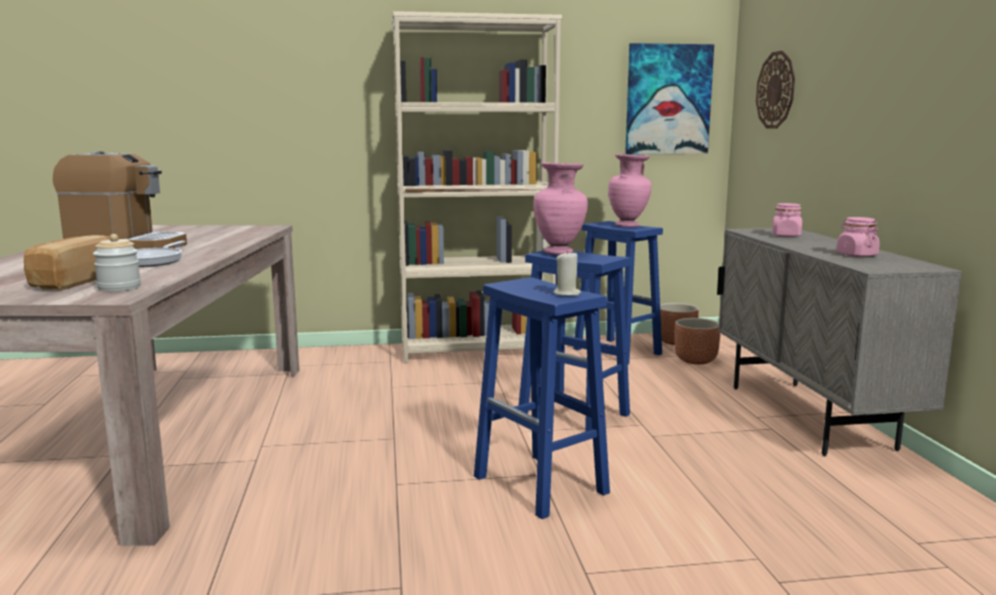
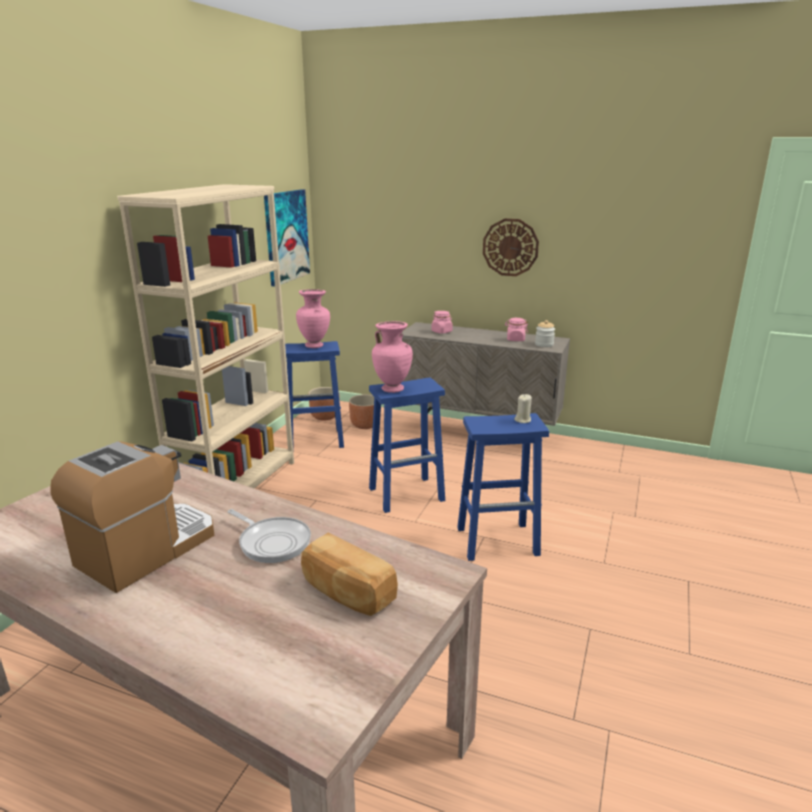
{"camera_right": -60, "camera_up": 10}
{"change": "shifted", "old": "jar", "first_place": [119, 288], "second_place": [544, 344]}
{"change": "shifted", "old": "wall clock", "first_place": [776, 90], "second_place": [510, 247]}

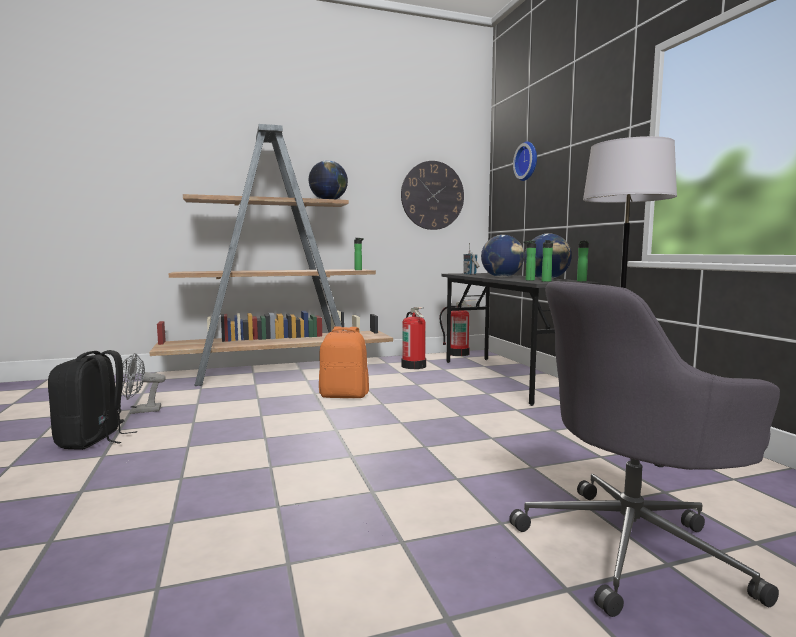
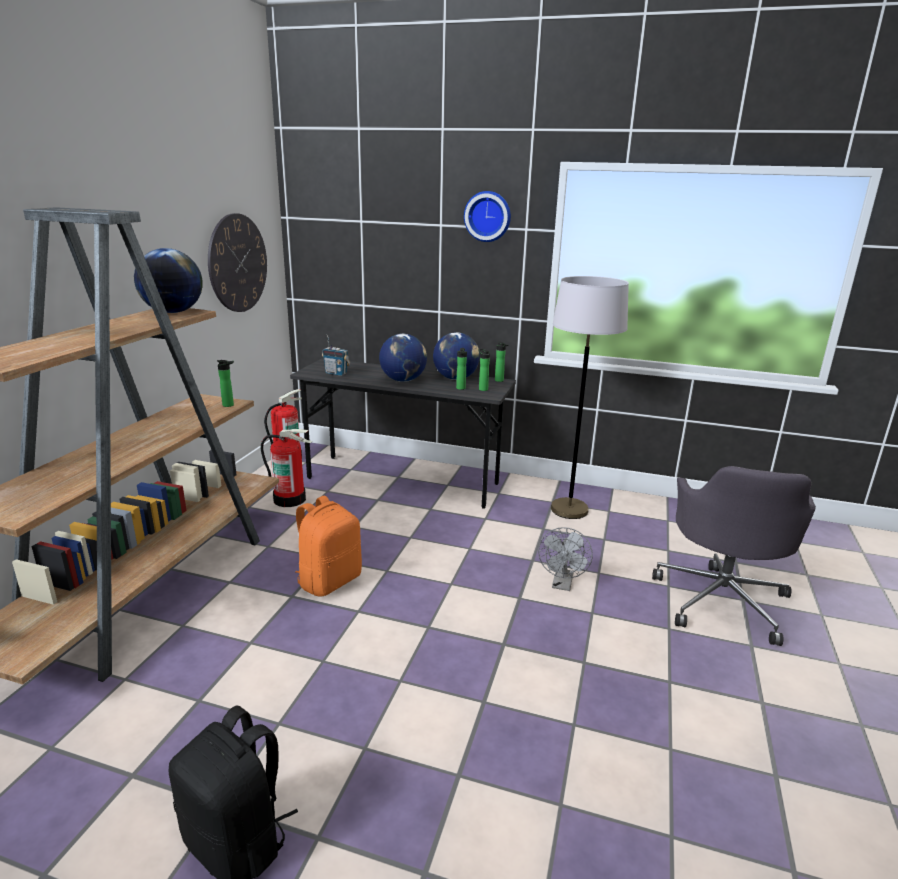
{"camera_right": -55, "camera_up": 15}
{"change": "shifted", "old": "grey fan", "first_place": [140, 411], "second_place": [562, 584]}
{"change": "shifted", "old": "wall clock", "first_place": [528, 161], "second_place": [488, 216]}

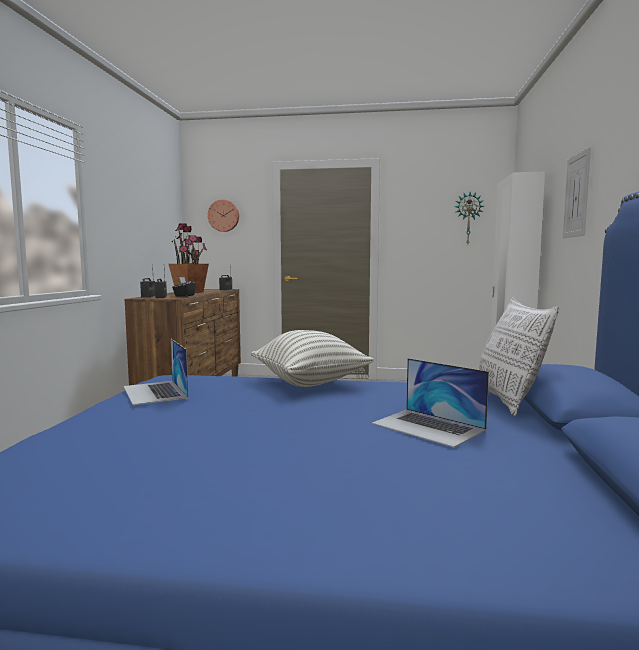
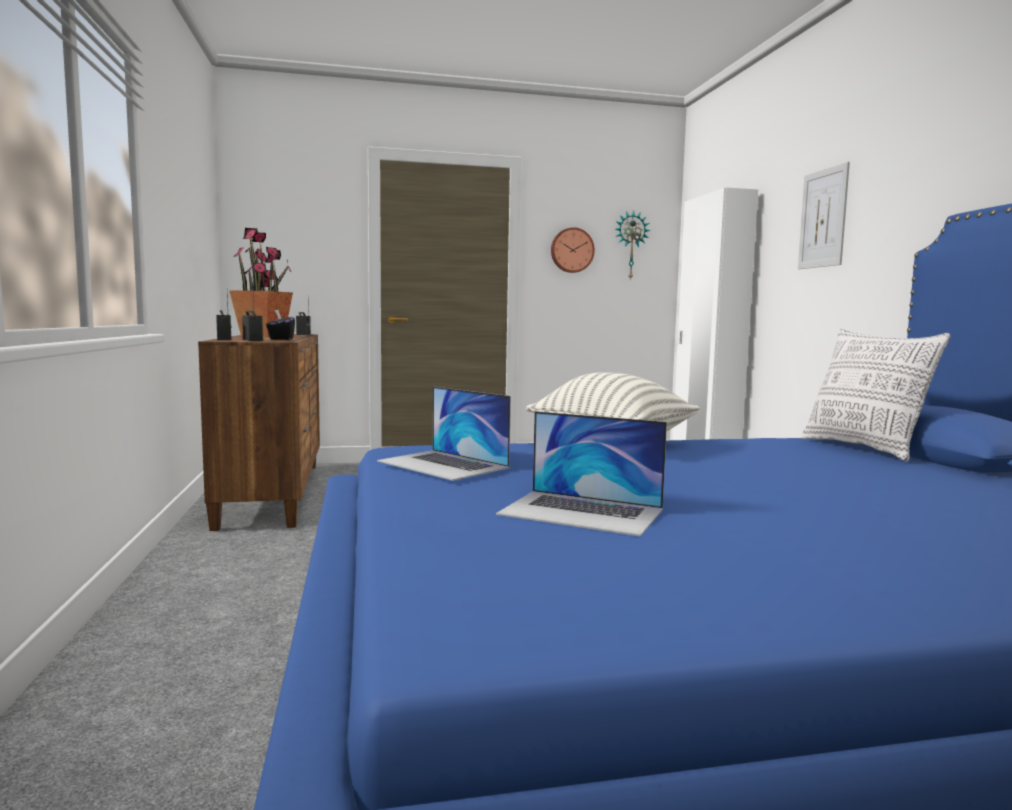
{"camera_right": -20, "camera_up": 0}
{"change": "shifted", "old": "wall clock", "first_place": [224, 215], "second_place": [572, 250]}
{"change": "shifted", "old": "laptop", "first_place": [428, 426], "second_place": [581, 512]}

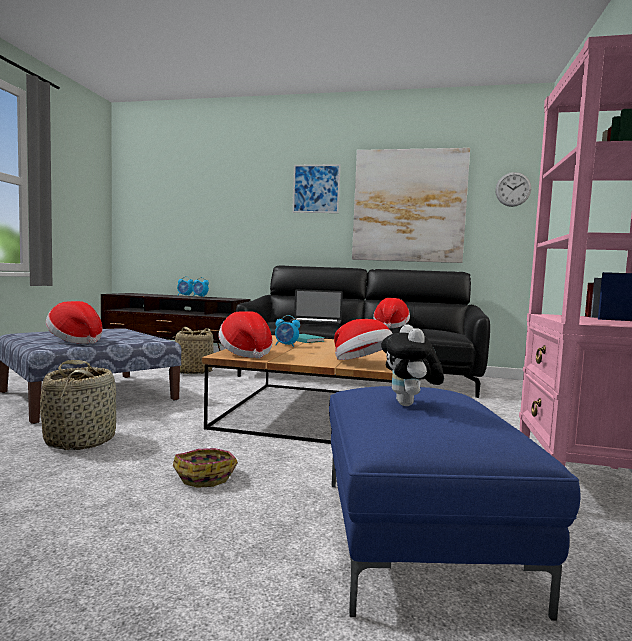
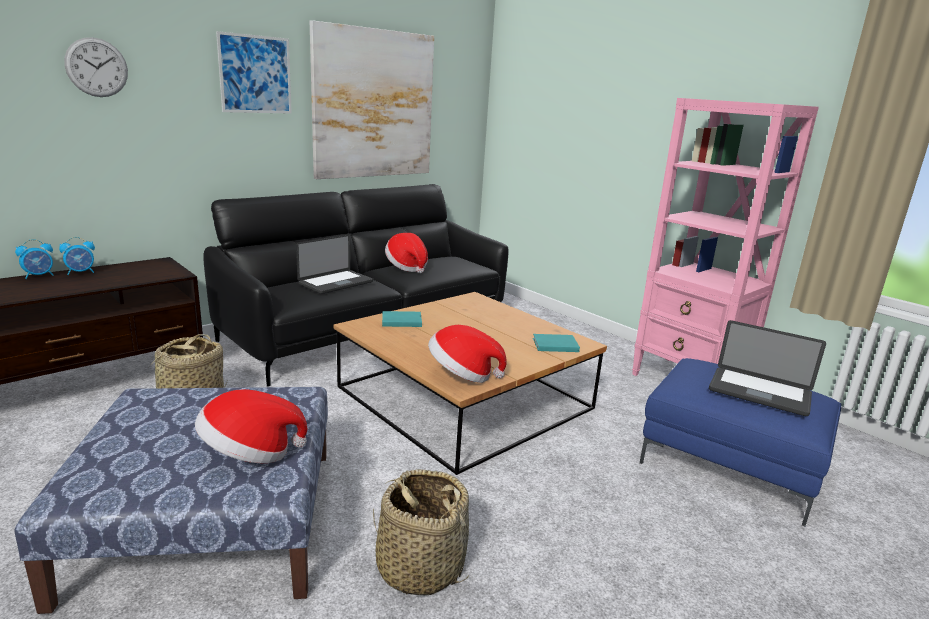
{"camera_right": -55, "camera_up": 15}
{"change": "gone", "old": "basket", "first_place": [205, 476]}
{"change": "gone", "old": "alarm clock", "first_place": [286, 345]}
{"change": "shifted", "old": "wall clock", "first_place": [513, 189], "second_place": [97, 67]}
{"change": "swapped", "old": "hat", "new": "turquoise book", "first_place": [362, 363], "second_place": [554, 345]}
{"change": "swapped", "old": "plush toy", "new": "laptop", "first_place": [409, 405], "second_place": [759, 392]}

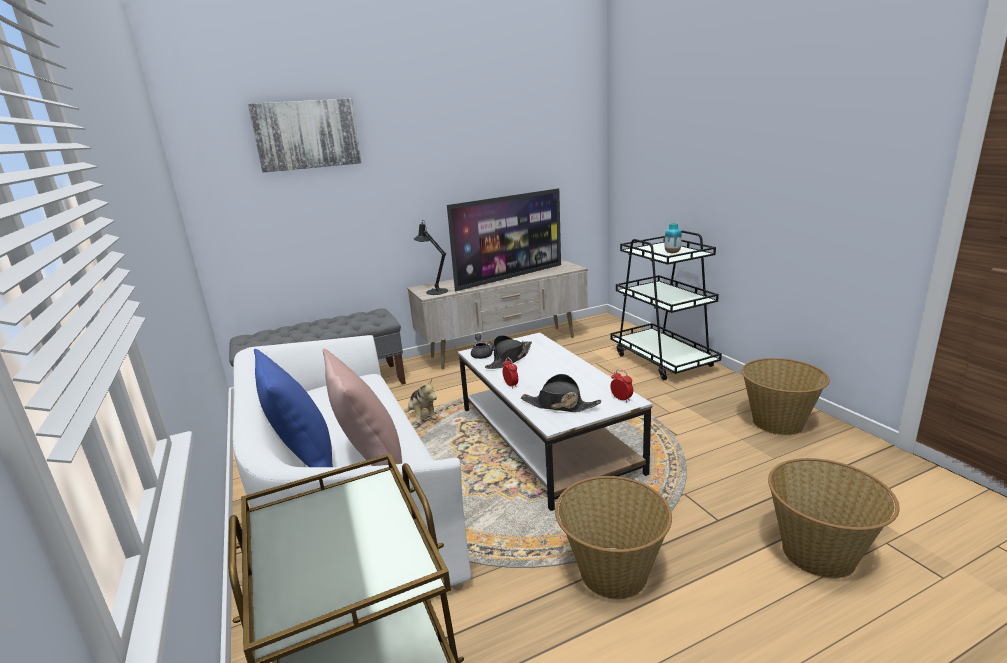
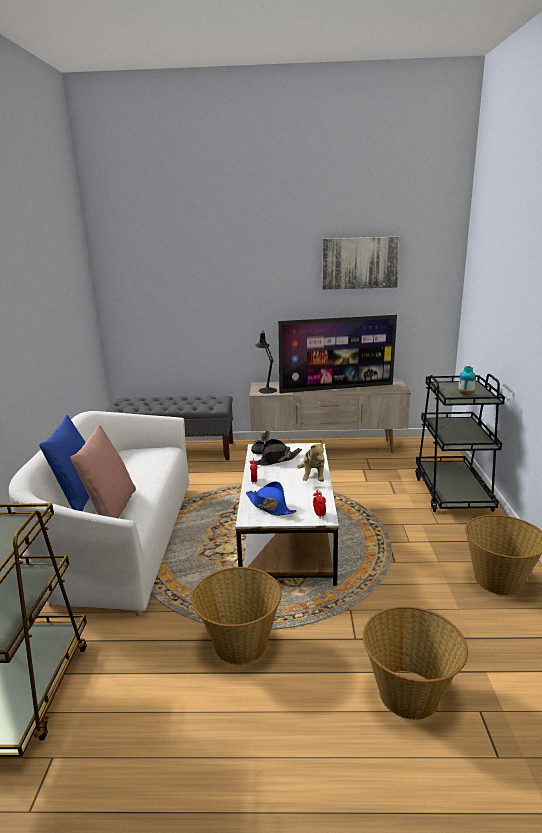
{"camera_right": 25, "camera_up": 0}
{"change": "shifted", "old": "picture", "first_place": [307, 135], "second_place": [360, 263]}
{"change": "shifted", "old": "plush toy", "first_place": [422, 418], "second_place": [313, 477]}
{"change": "repainted", "old": "black hat", "new": "blue hat", "first_place": [559, 405], "second_place": [269, 506]}

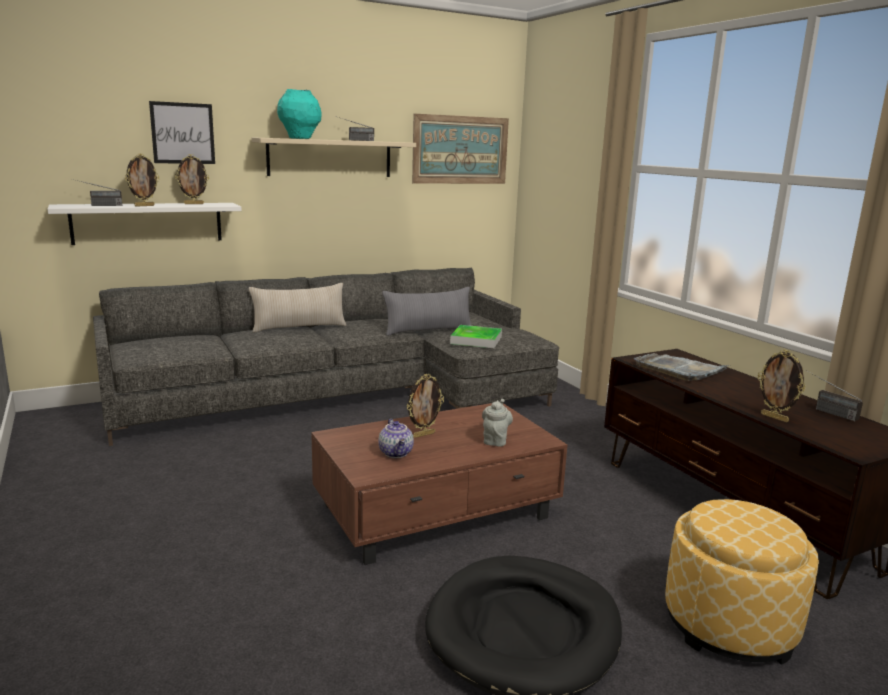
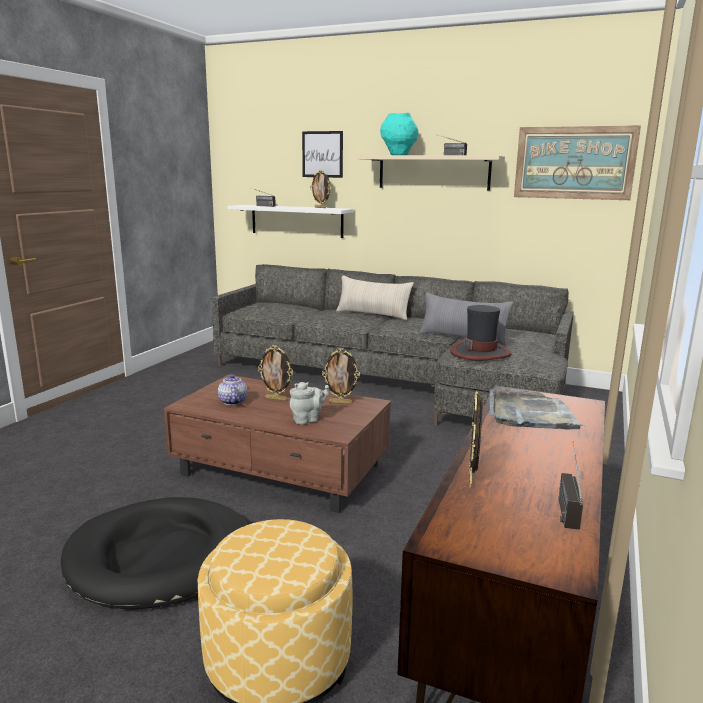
{"camera_right": 50, "camera_up": 0}
{"change": "shifted", "old": "picture frame", "first_place": [144, 206], "second_place": [340, 402]}
{"change": "swapped", "old": "tray", "new": "hat", "first_place": [476, 340], "second_place": [480, 352]}
{"change": "rotated", "old": "teapot", "first_place": [396, 453], "second_place": [232, 401], "degrees": 135}

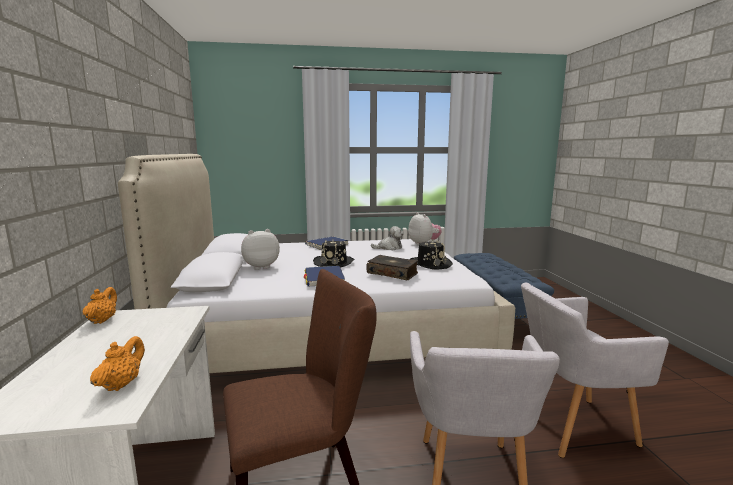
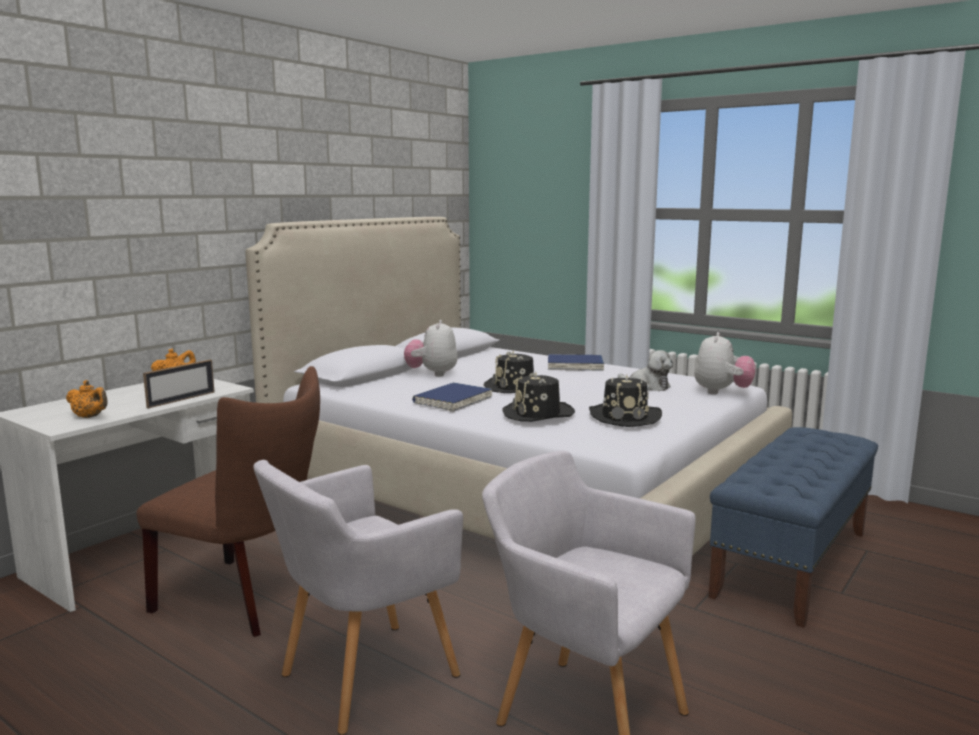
{"camera_right": 45, "camera_up": 0}
{"change": "new", "new": "picture frame", "second_place": [181, 399]}
{"change": "swapped", "old": "book", "new": "black hat", "first_place": [392, 273], "second_place": [538, 414]}
{"change": "rotated", "old": "orange teapot", "first_place": [121, 384], "second_place": [90, 417], "degrees": 60}
{"change": "rotated", "old": "plush toy", "first_place": [260, 267], "second_place": [432, 374], "degrees": -105}

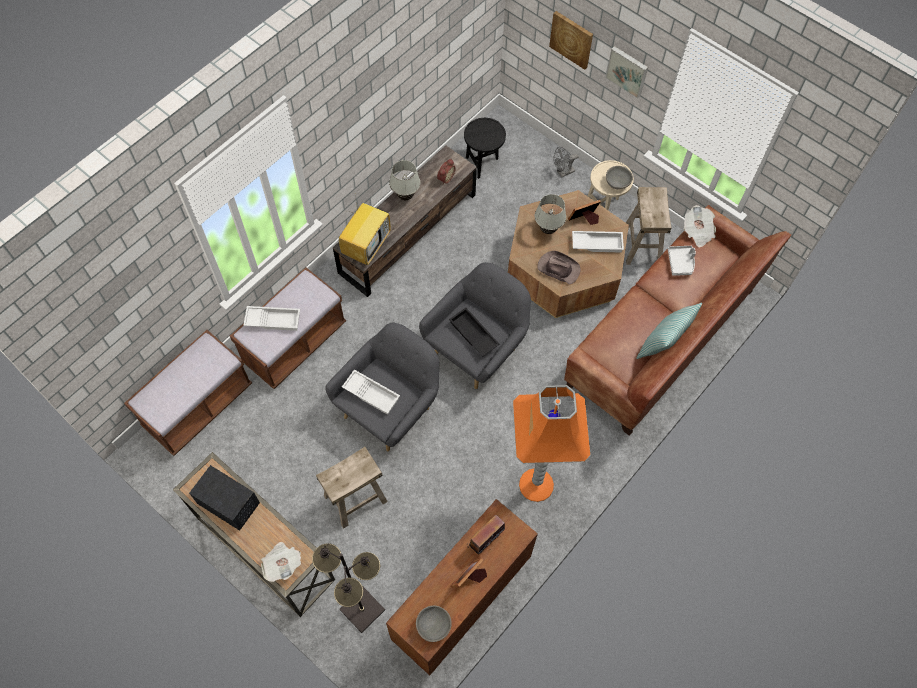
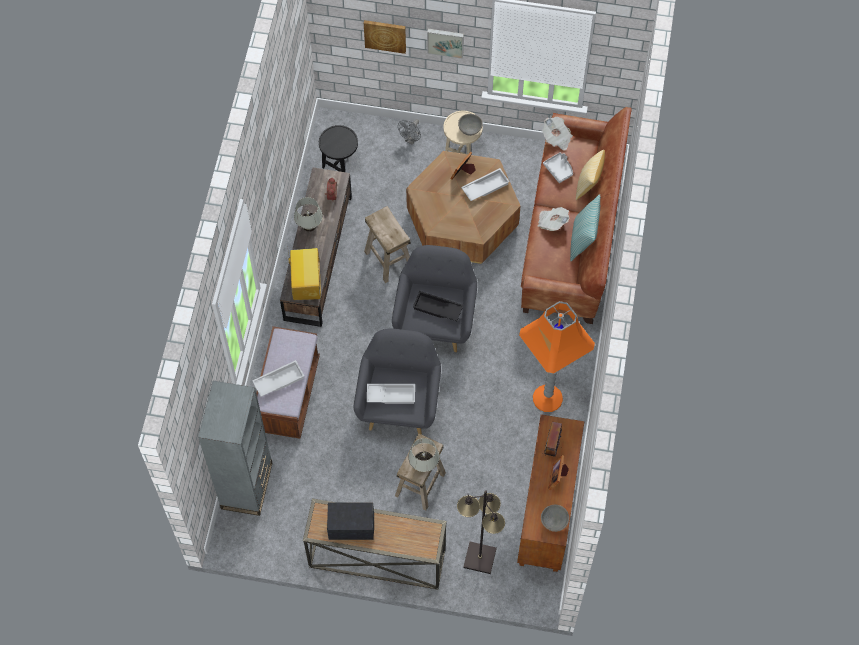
{"camera_right": -30, "camera_up": 0}
{"change": "gone", "old": "brown hat", "first_place": [558, 268]}
{"change": "new", "new": "pillow", "second_place": [588, 185]}
{"change": "shifted", "old": "newspaper", "first_place": [282, 564], "second_place": [552, 222]}
{"change": "shifted", "old": "white table lamp", "first_place": [548, 230], "second_place": [424, 466]}
{"change": "shifted", "old": "beige stool", "first_place": [642, 246], "second_place": [389, 259]}
{"change": "swapped", "old": "brown bench", "new": "grey bookcase", "first_place": [198, 406], "second_place": [247, 486]}

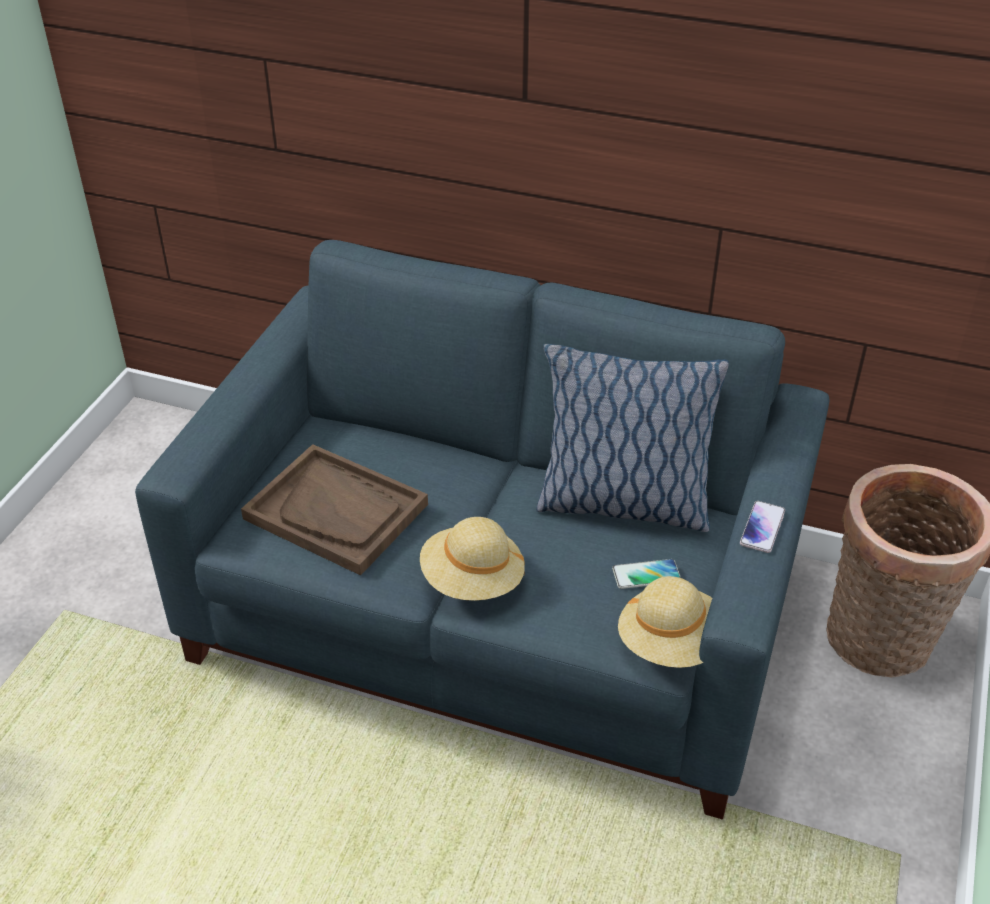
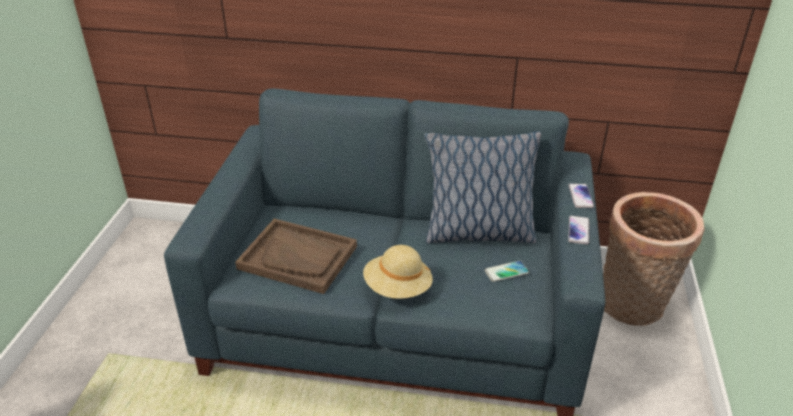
{"camera_right": -10, "camera_up": -5}
{"change": "gone", "old": "beige hat", "first_place": [671, 643]}
{"change": "new", "new": "phone", "second_place": [580, 196]}

